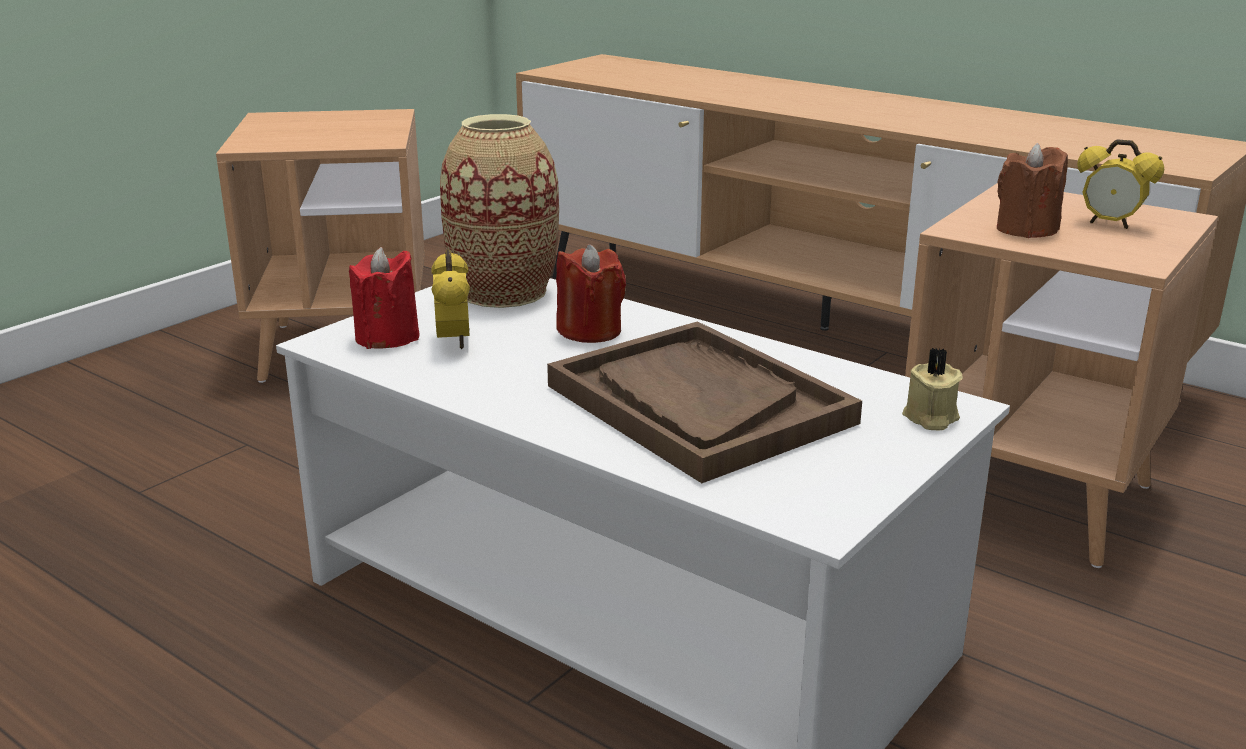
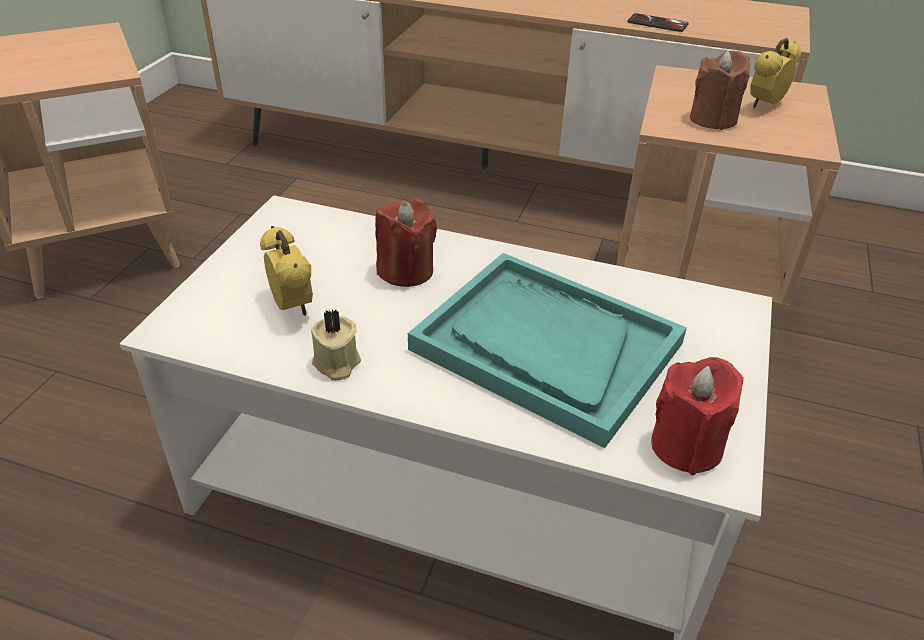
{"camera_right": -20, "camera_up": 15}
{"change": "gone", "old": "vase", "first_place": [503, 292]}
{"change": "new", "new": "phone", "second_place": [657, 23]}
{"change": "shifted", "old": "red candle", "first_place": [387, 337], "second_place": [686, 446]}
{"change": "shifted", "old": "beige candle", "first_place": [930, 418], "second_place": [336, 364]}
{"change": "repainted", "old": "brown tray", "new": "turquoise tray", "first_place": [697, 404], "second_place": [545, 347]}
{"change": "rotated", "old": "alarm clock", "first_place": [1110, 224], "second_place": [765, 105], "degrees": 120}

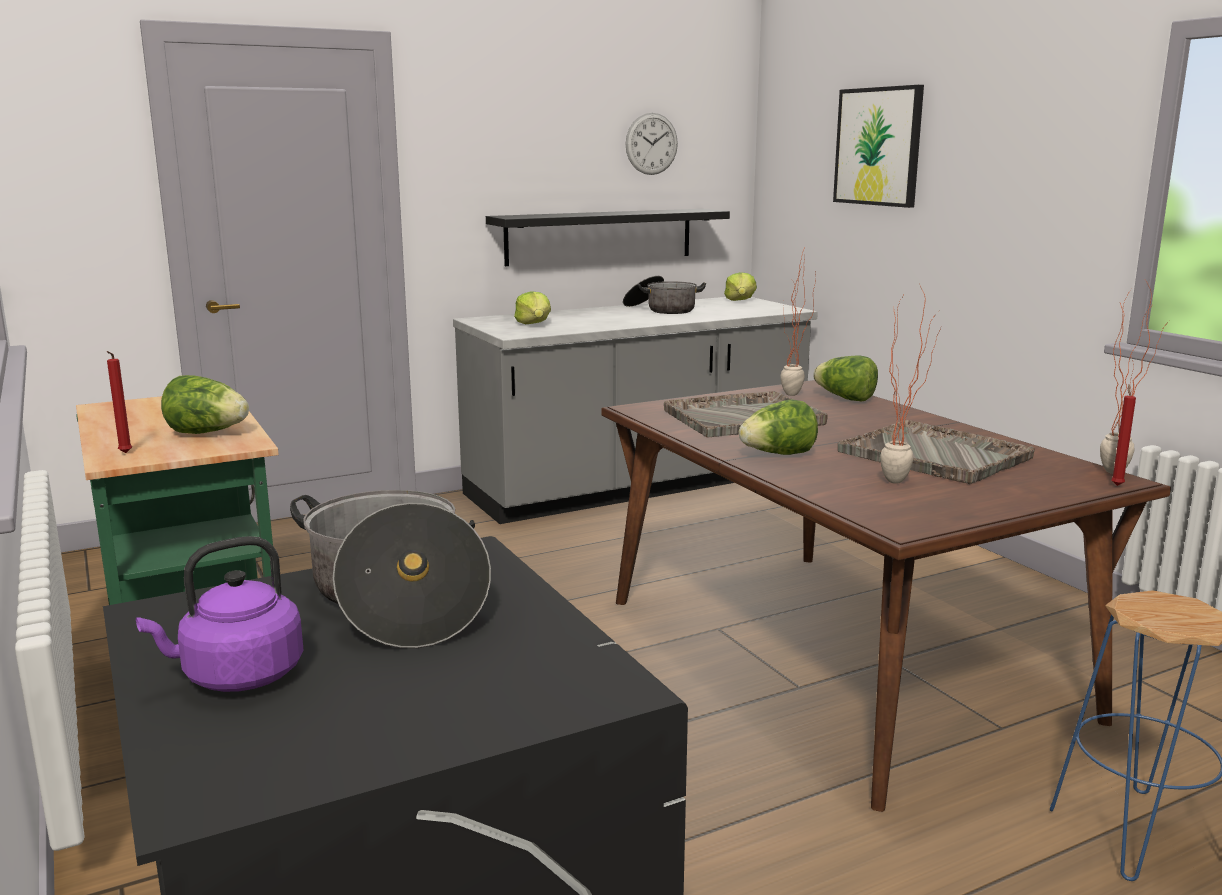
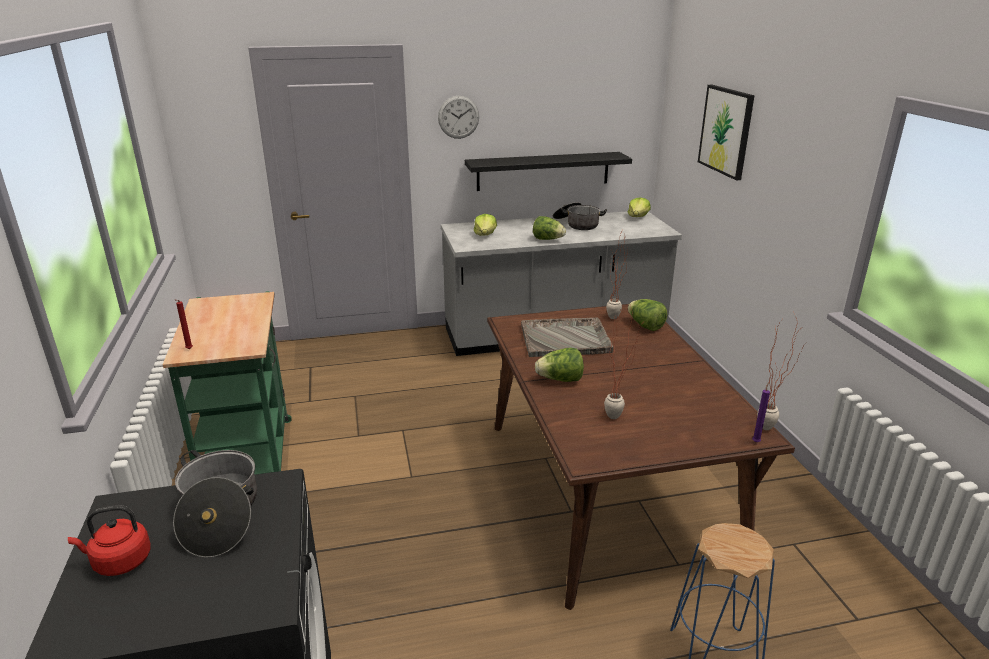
{"camera_right": 15, "camera_up": 10}
{"change": "gone", "old": "grey tray", "first_place": [935, 455]}
{"change": "shifted", "old": "lettuce", "first_place": [207, 433], "second_place": [548, 239]}
{"change": "shifted", "old": "wall clock", "first_place": [651, 144], "second_place": [458, 117]}
{"change": "repainted", "old": "purple kettle", "new": "red kettle", "first_place": [237, 676], "second_place": [119, 562]}
{"change": "repainted", "old": "red candle", "new": "purple candle", "first_place": [1117, 485], "second_place": [756, 441]}

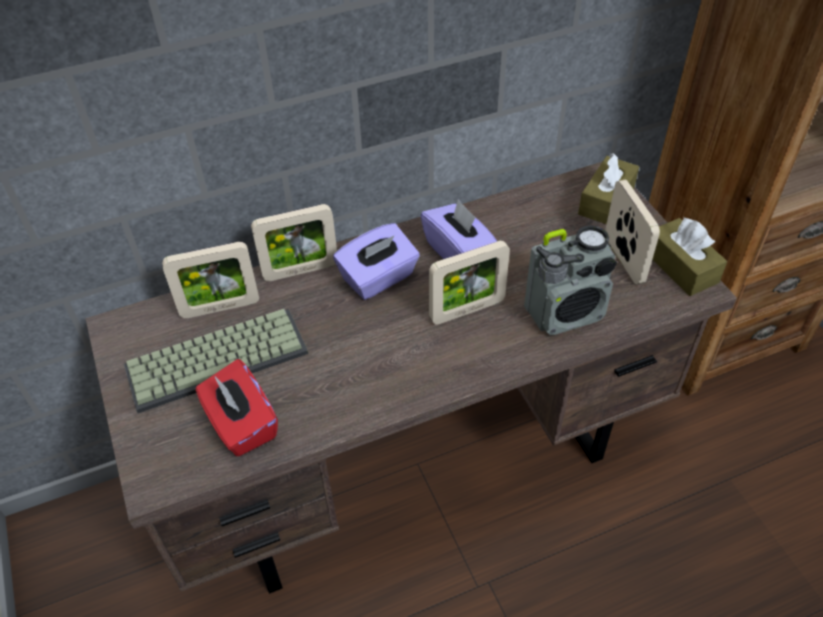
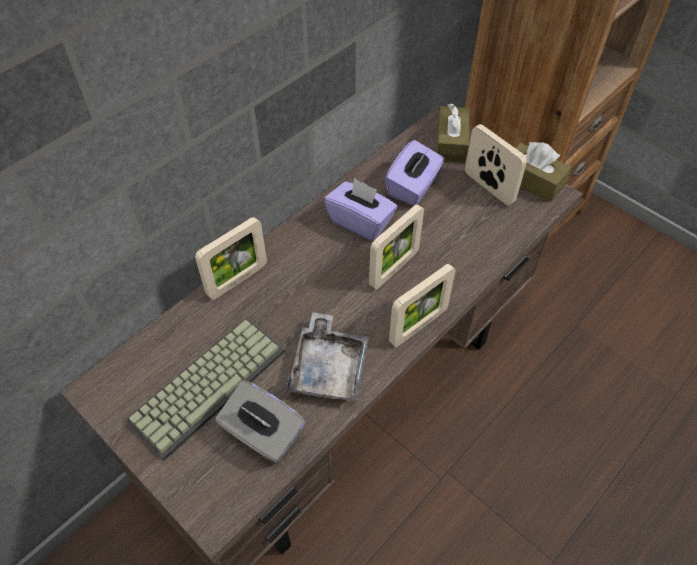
{"camera_right": -25, "camera_up": 5}
{"change": "gone", "old": "radio", "first_place": [565, 312]}
{"change": "new", "new": "grey tray", "second_place": [329, 367]}
{"change": "shifted", "old": "picture frame", "first_place": [220, 308], "second_place": [418, 326]}
{"change": "shifted", "old": "purple tissue box", "first_place": [378, 278], "second_place": [413, 187]}
{"change": "repainted", "old": "red tissue box", "new": "grey tissue box", "first_place": [241, 424], "second_place": [263, 435]}

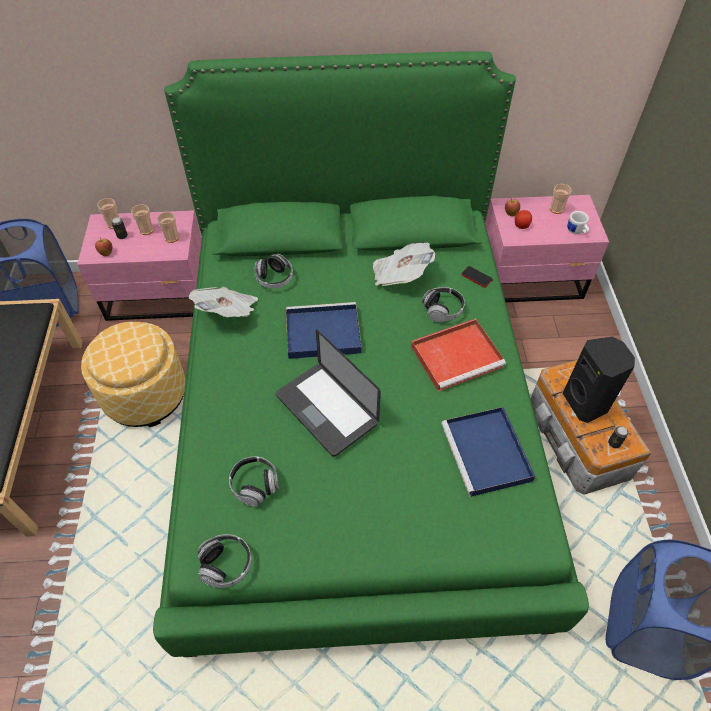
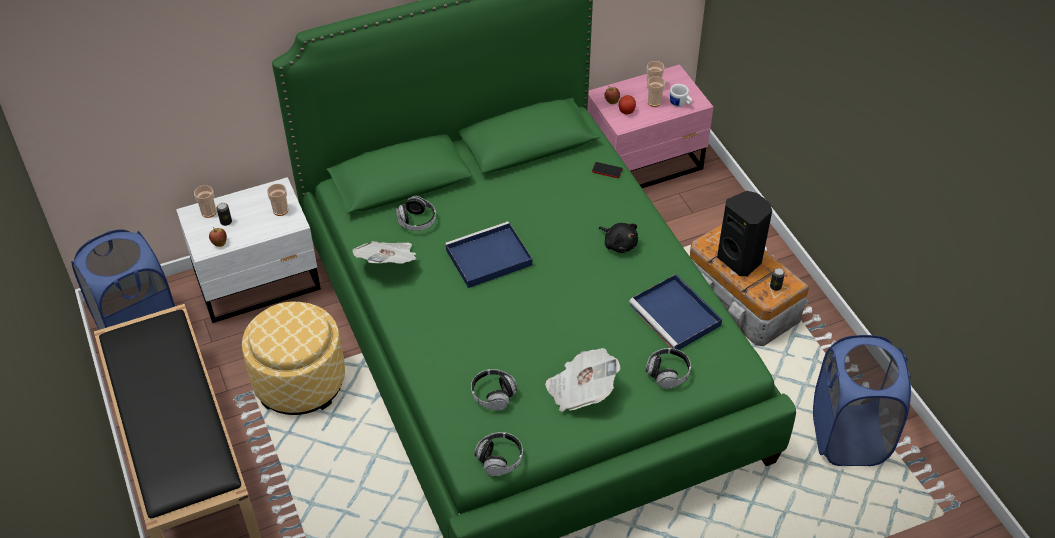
{"camera_right": -20, "camera_up": -5}
{"change": "gone", "old": "laptop", "first_place": [326, 409]}
{"change": "shifted", "old": "cup", "first_place": [146, 230], "second_place": [654, 102]}
{"change": "shifted", "old": "newspaper", "first_place": [400, 275], "second_place": [581, 391]}
{"change": "shifted", "old": "headphones", "first_place": [442, 310], "second_place": [667, 373]}
{"change": "swapped", "old": "red tray", "new": "black plush toy", "first_place": [458, 355], "second_place": [619, 244]}
{"change": "repainted", "old": "pink nightstand", "new": "white nightstand", "first_place": [160, 296], "second_place": [259, 282]}

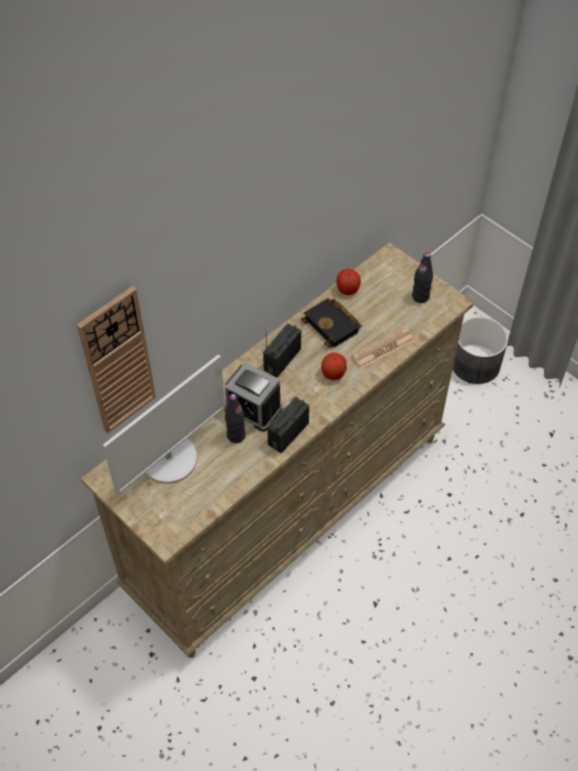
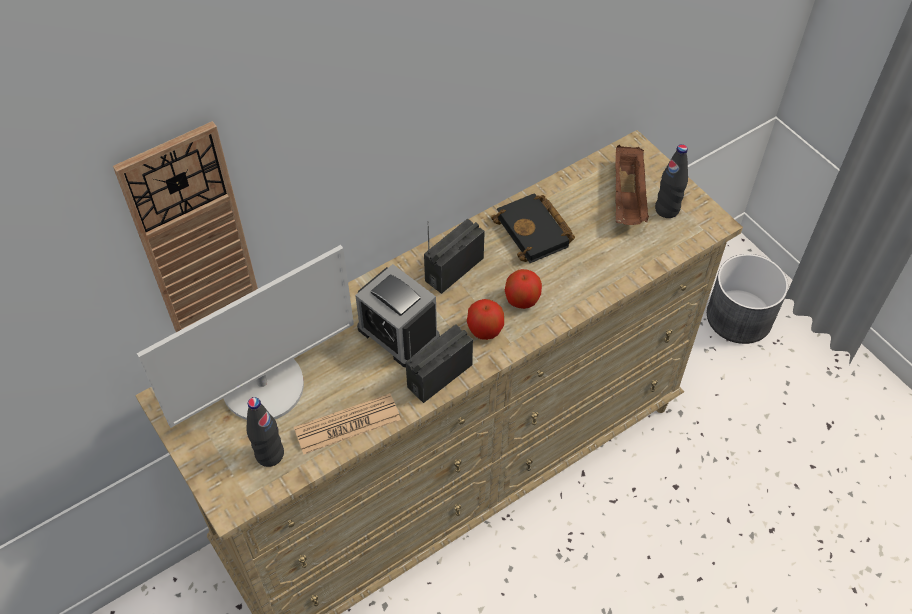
{"camera_right": 10, "camera_up": 0}
{"change": "new", "new": "brown tray", "second_place": [628, 198]}
{"change": "shifted", "old": "black bottle", "first_place": [236, 435], "second_place": [269, 454]}
{"change": "shifted", "old": "apple", "first_place": [347, 290], "second_place": [485, 330]}
{"change": "shifted", "old": "newspaper", "first_place": [382, 349], "second_place": [347, 424]}

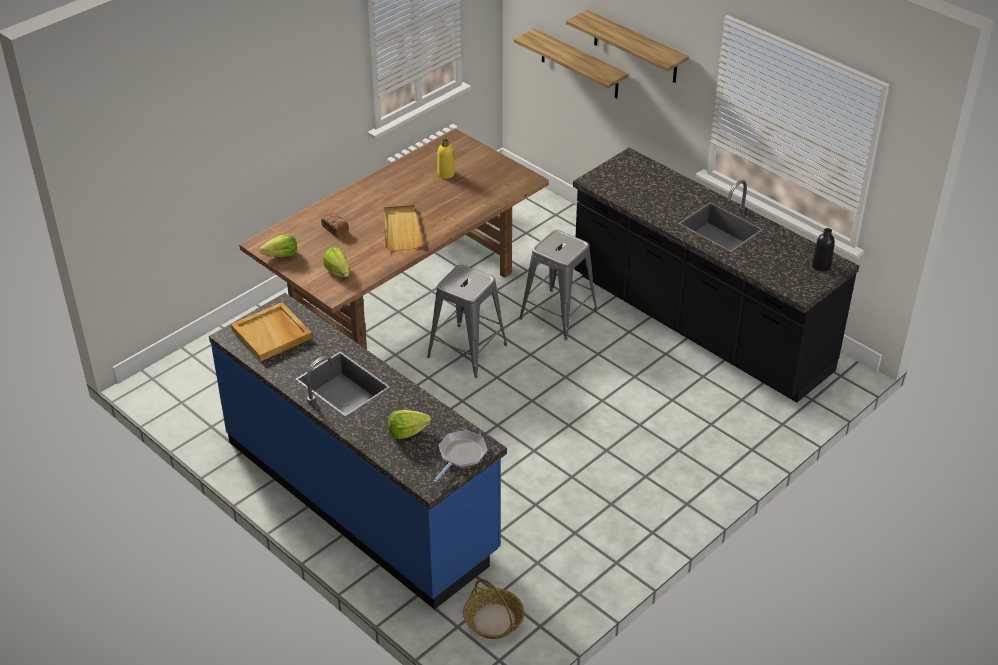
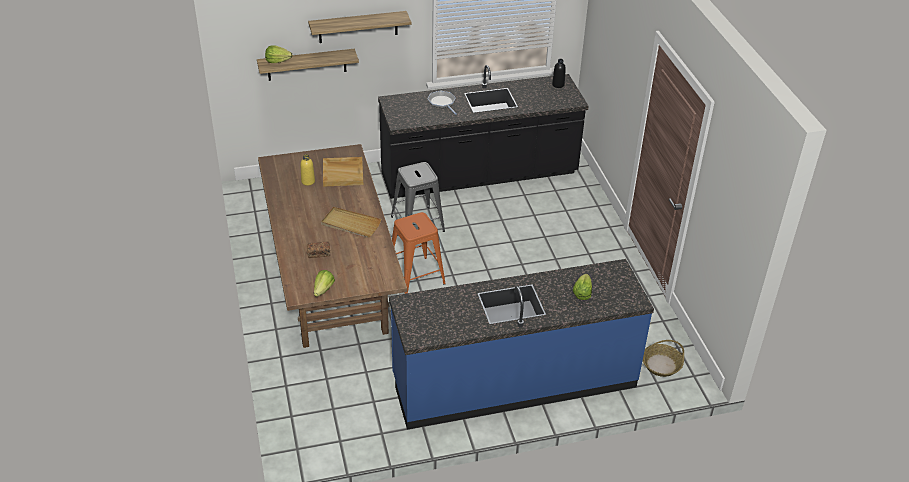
{"camera_right": -60, "camera_up": 0}
{"change": "shifted", "old": "beige tray", "first_place": [272, 334], "second_place": [343, 173]}
{"change": "shifted", "old": "lettuce", "first_place": [338, 271], "second_place": [277, 61]}
{"change": "shifted", "old": "frying pan", "first_place": [461, 455], "second_place": [442, 103]}
{"change": "repainted", "old": "grey stool", "new": "orange stool", "first_place": [467, 351], "second_place": [415, 277]}

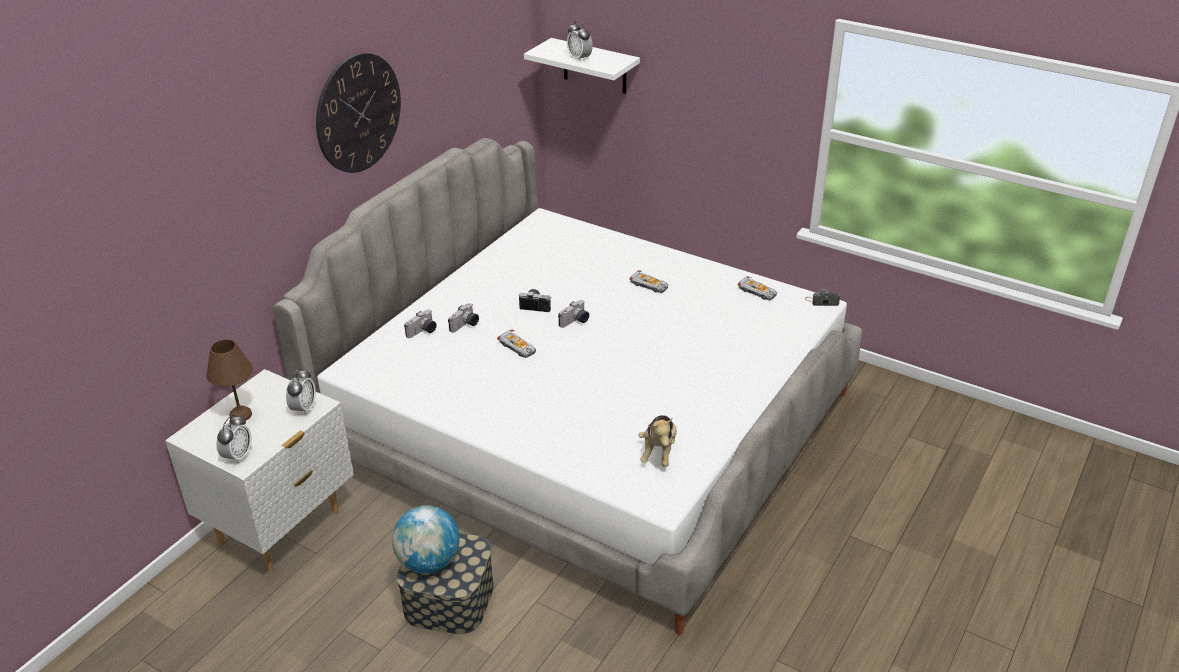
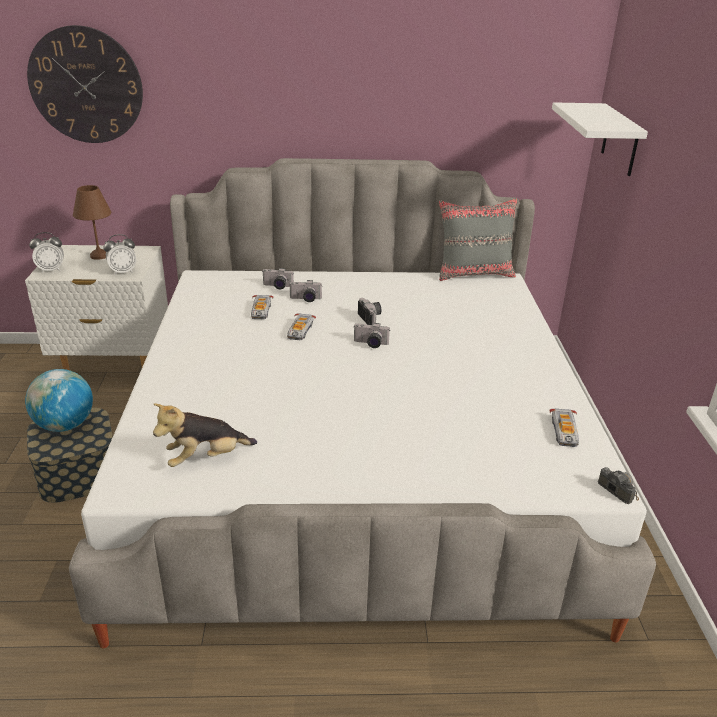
{"camera_right": 55, "camera_up": -5}
{"change": "gone", "old": "alarm clock", "first_place": [579, 58]}
{"change": "new", "new": "grey pillow", "second_place": [474, 274]}
{"change": "shifted", "old": "wall clock", "first_place": [358, 113], "second_place": [86, 86]}
{"change": "shifted", "old": "toy car", "first_place": [649, 285], "second_place": [261, 311]}

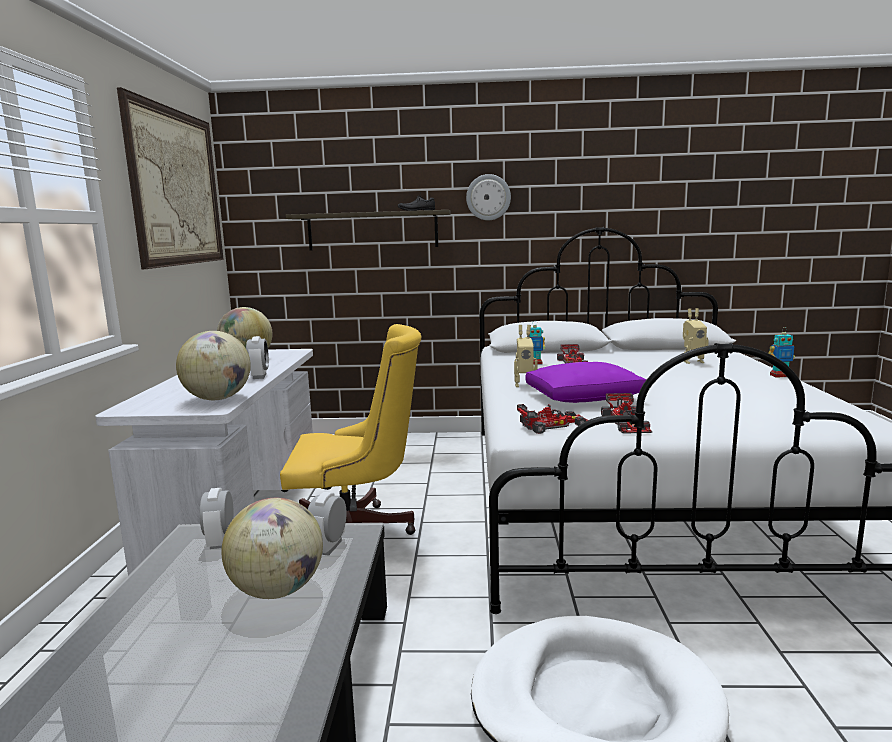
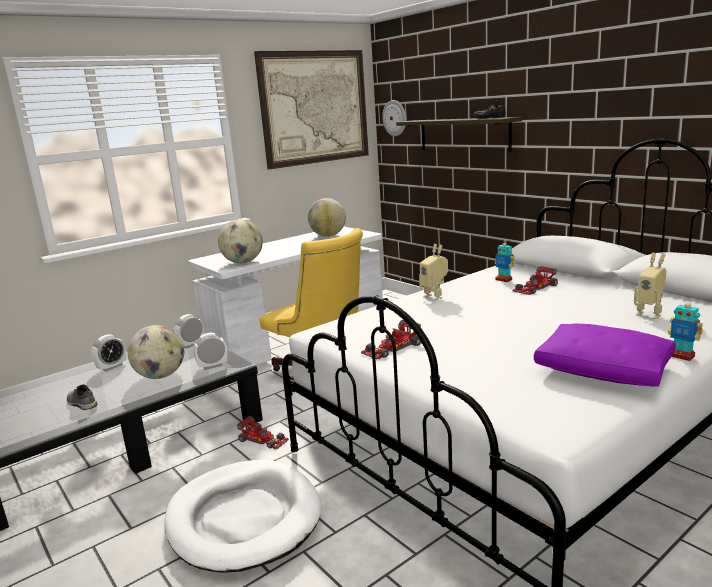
{"camera_right": 50, "camera_up": 5}
{"change": "new", "new": "grey shoe", "second_place": [81, 404]}
{"change": "shifted", "old": "alarm clock", "first_place": [259, 376], "second_place": [112, 367]}
{"change": "shifted", "old": "wall clock", "first_place": [488, 197], "second_place": [395, 118]}
{"change": "shifted", "old": "toy car", "first_place": [554, 424], "second_place": [263, 439]}
{"change": "shifted", "old": "purple pillow", "first_place": [584, 397], "second_place": [604, 370]}

